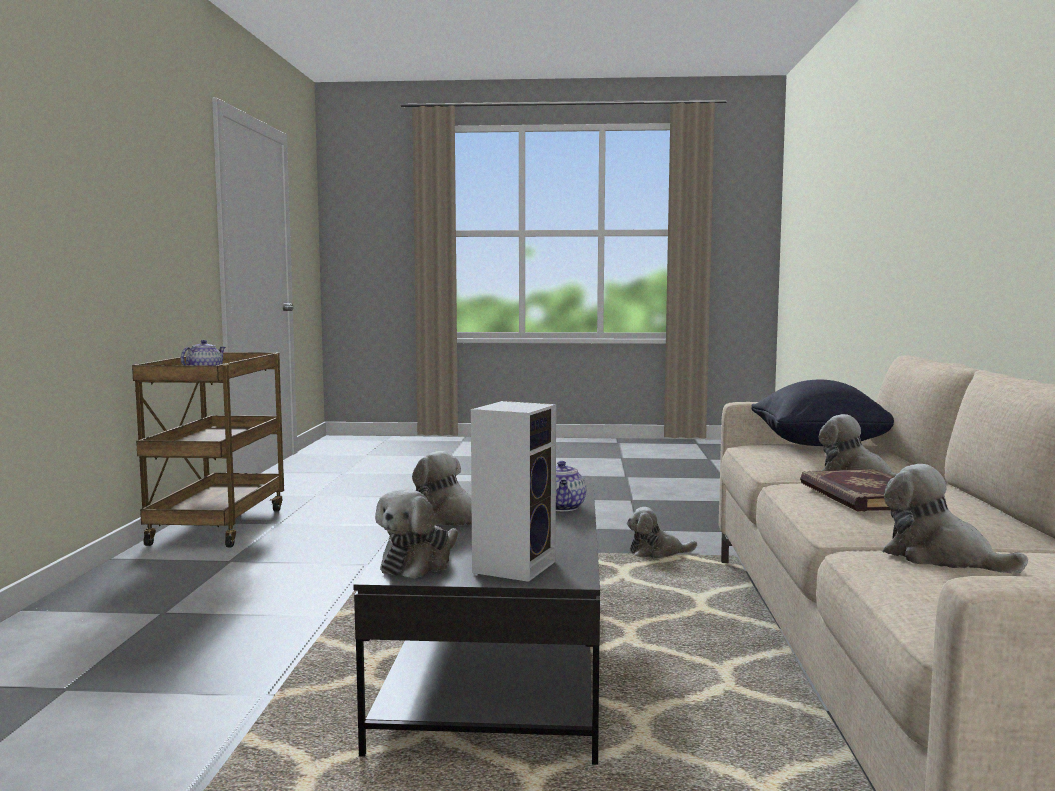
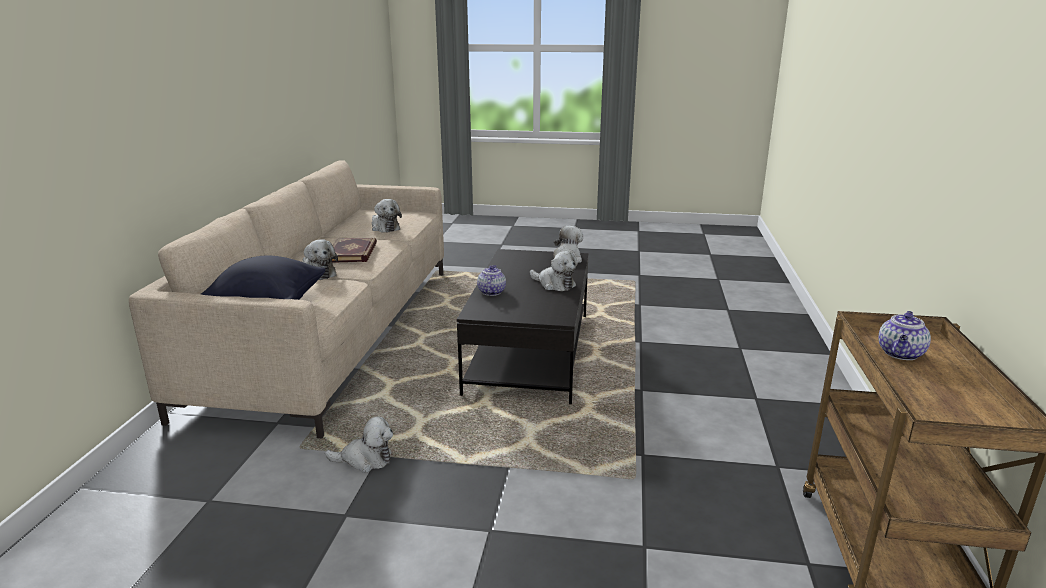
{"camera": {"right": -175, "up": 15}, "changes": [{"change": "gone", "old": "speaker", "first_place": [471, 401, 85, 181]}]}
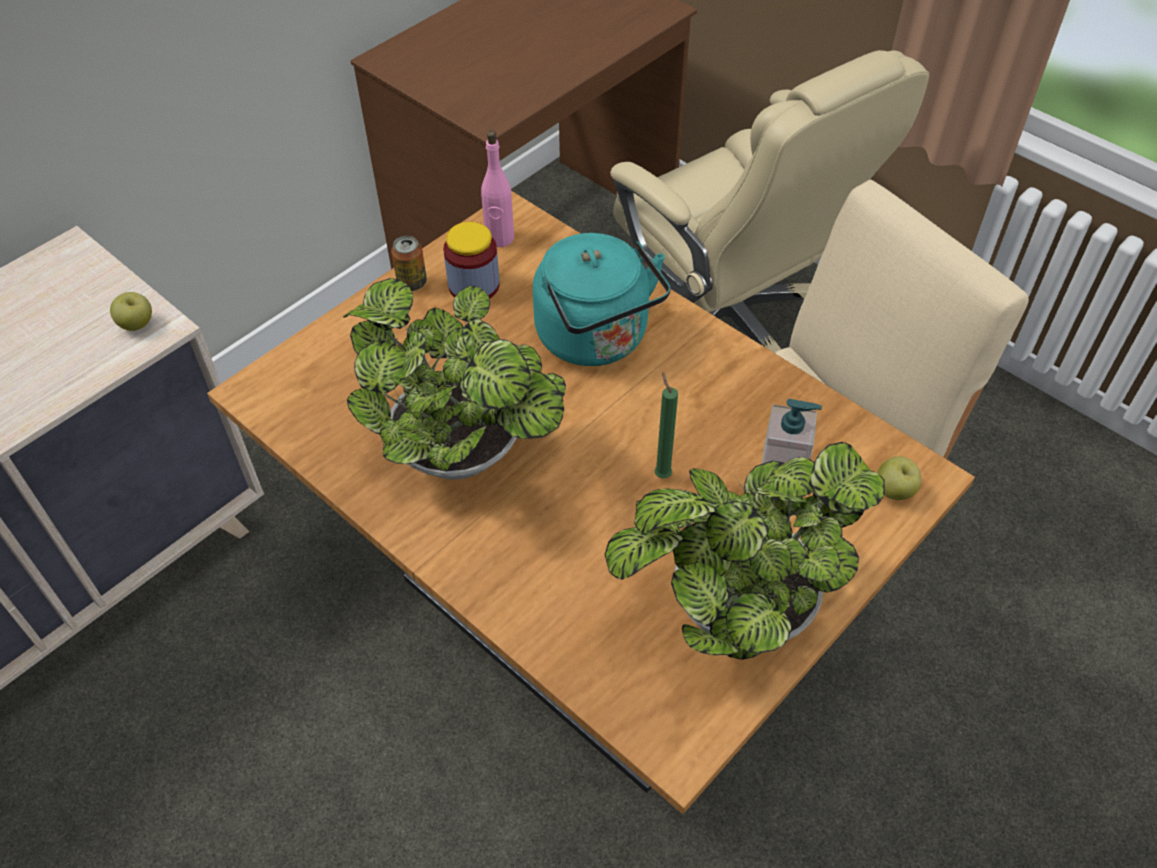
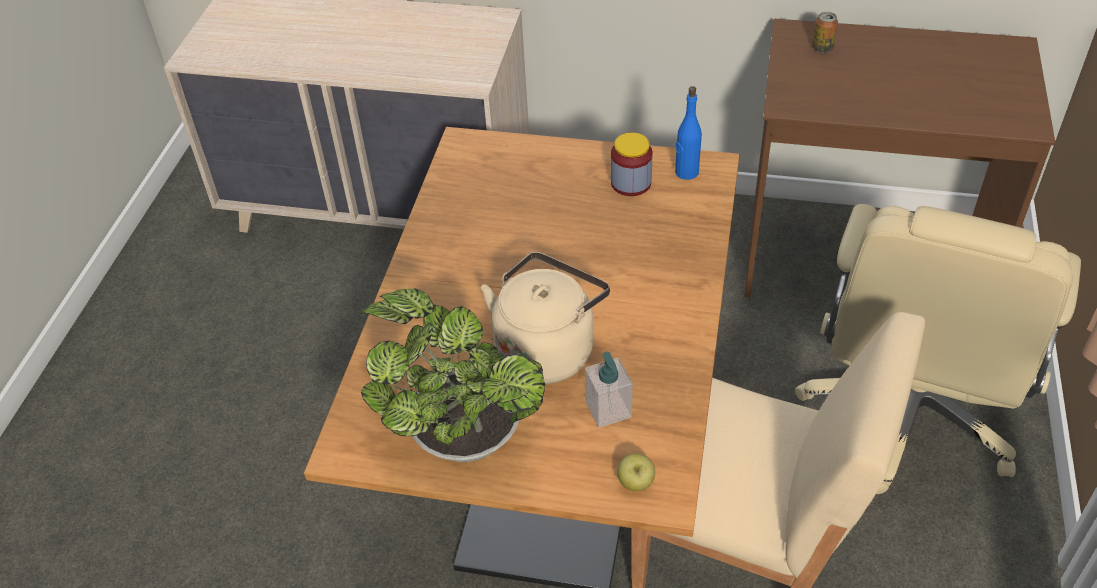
{"camera": {"right": 60, "up": -5}, "changes": [{"change": "swapped", "old": "wax candle/green", "new": "kettle/beige-coloured", "first_place": [654, 372, 24, 106], "second_place": [481, 252, 129, 132]}, {"change": "repainted", "old": "beverage bottle/pinkish", "new": "beverage bottle/blue", "first_place": [481, 130, 33, 117], "second_place": [675, 86, 27, 94]}, {"change": "shifted", "old": "sealed can", "first_place": [391, 236, 36, 55], "second_place": [812, 12, 26, 41]}, {"change": "gone", "old": "apple", "first_place": [110, 292, 42, 39]}, {"change": "gone", "old": "potted plant", "first_place": [343, 278, 223, 202]}, {"change": "gone", "old": "kettle/blue-green", "first_place": [533, 233, 138, 133]}]}
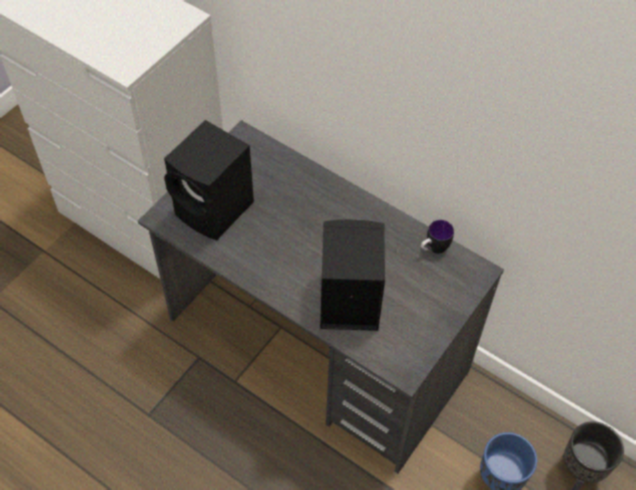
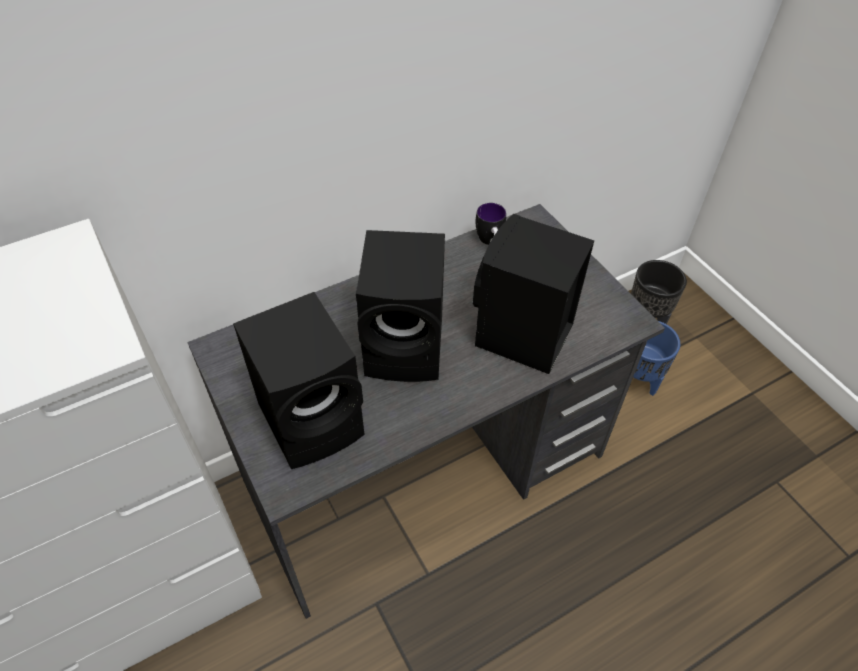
{"camera": {"right": -65, "up": -5}, "changes": [{"change": "new", "new": "speaker/blackish", "second_place": [356, 230, 89, 152]}]}
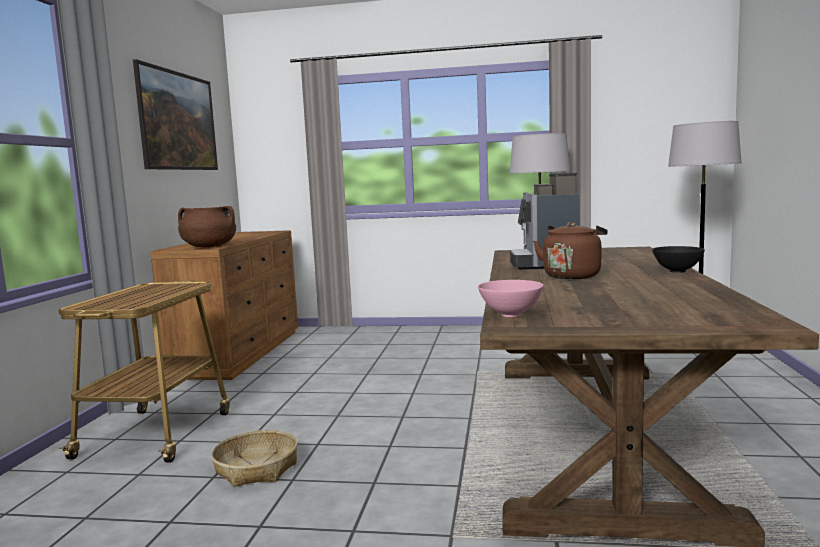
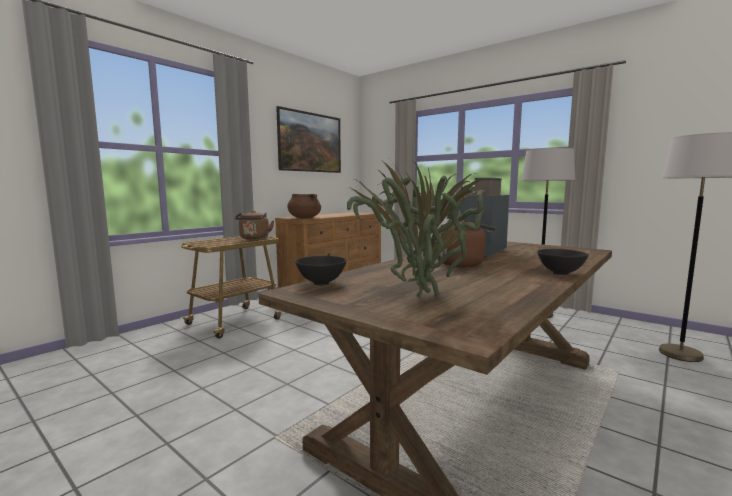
{"camera": {"right": 30, "up": 0}, "changes": [{"change": "new", "new": "kettle/brown", "second_place": [235, 210, 39, 29]}, {"change": "repainted", "old": "serving bowl/pinkish", "new": "serving bowl/blackish", "first_place": [478, 280, 66, 37], "second_place": [295, 256, 52, 29]}, {"change": "new", "new": "potted plant", "second_place": [347, 161, 140, 136]}, {"change": "gone", "old": "basket", "first_place": [211, 430, 87, 57]}]}
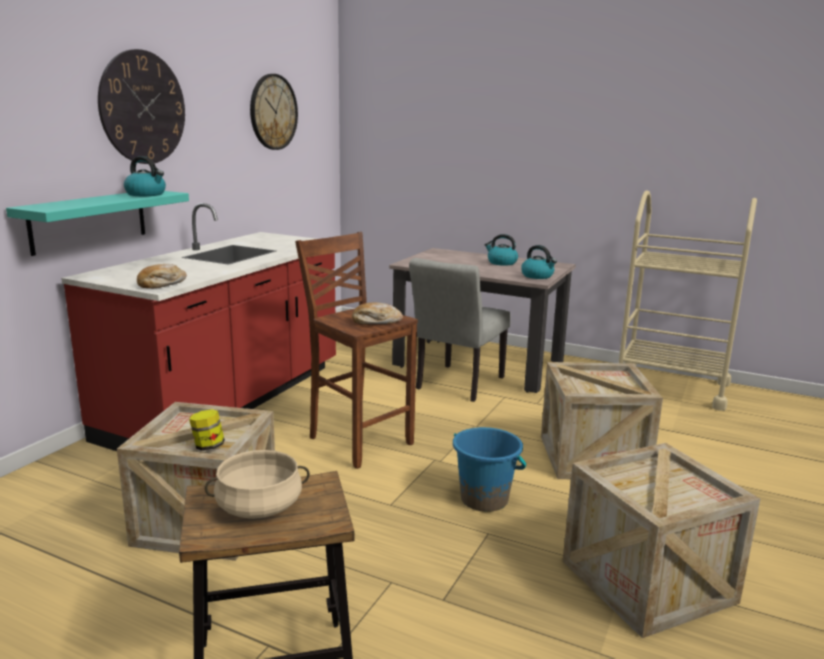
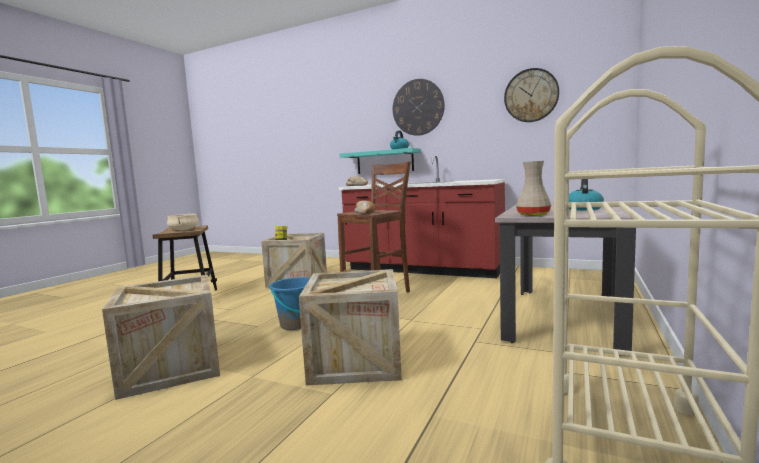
{"camera": {"right": 90, "up": -10}, "changes": [{"change": "swapped", "old": "kettle", "new": "decorative vase/beige-coloured", "first_place": [521, 245, 36, 34], "second_place": [516, 161, 35, 55]}, {"change": "gone", "old": "plain chair/greyish", "first_place": [409, 258, 102, 144]}]}
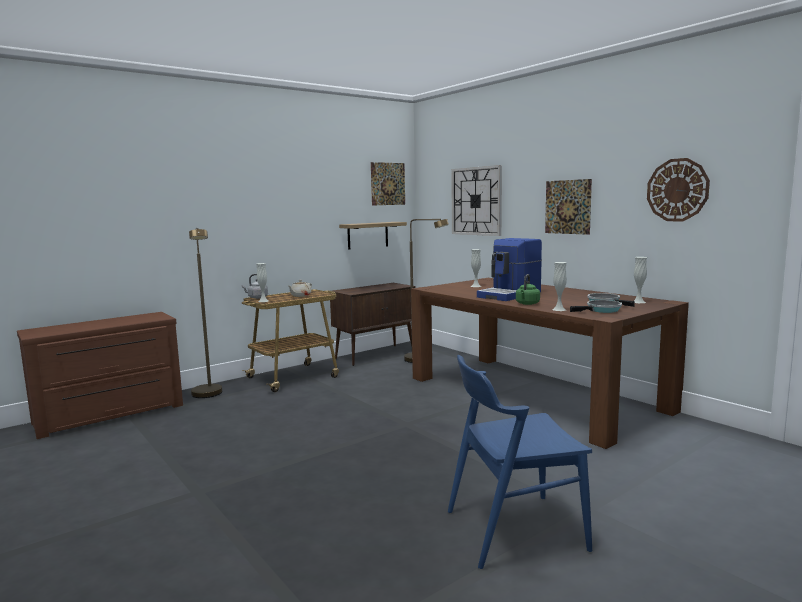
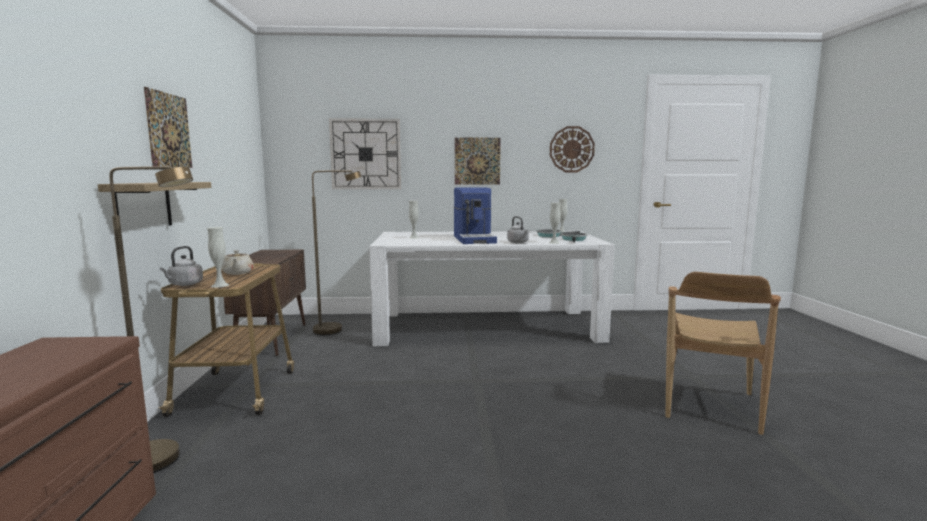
{"camera": {"right": -55, "up": 0}, "changes": [{"change": "shifted", "old": "wall shelf", "first_place": [339, 222, 68, 28], "second_place": [98, 182, 113, 44]}, {"change": "shifted", "old": "wall picture", "first_place": [371, 162, 34, 44], "second_place": [144, 87, 48, 81]}, {"change": "repainted", "old": "dinner table/brown", "new": "dinner table/whitish", "first_place": [411, 278, 278, 171], "second_place": [369, 231, 246, 115]}, {"change": "repainted", "old": "kettle/green", "new": "kettle/greyish", "first_place": [516, 274, 24, 31], "second_place": [507, 216, 22, 27]}, {"change": "repainted", "old": "plain chair/blue", "new": "plain chair/brown", "first_place": [448, 355, 144, 214], "second_place": [665, 272, 116, 163]}]}
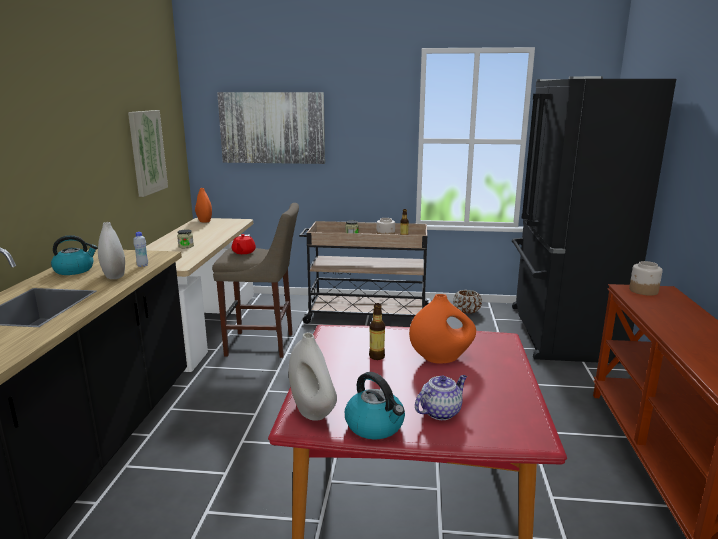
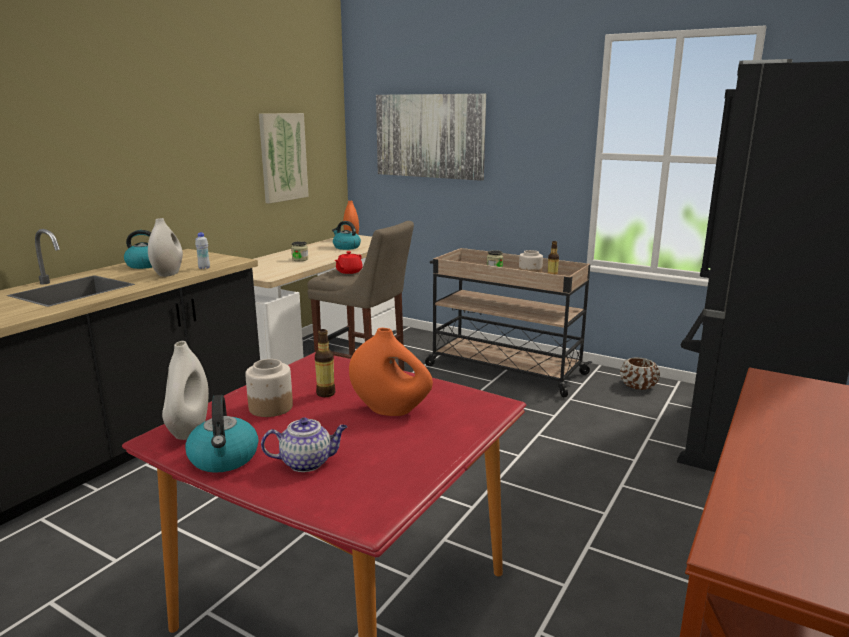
{"camera": {"right": 25, "up": 0}, "changes": [{"change": "shifted", "old": "jar", "first_place": [629, 261, 34, 35], "second_place": [245, 359, 48, 58]}, {"change": "new", "new": "kettle", "second_place": [332, 221, 29, 29]}]}
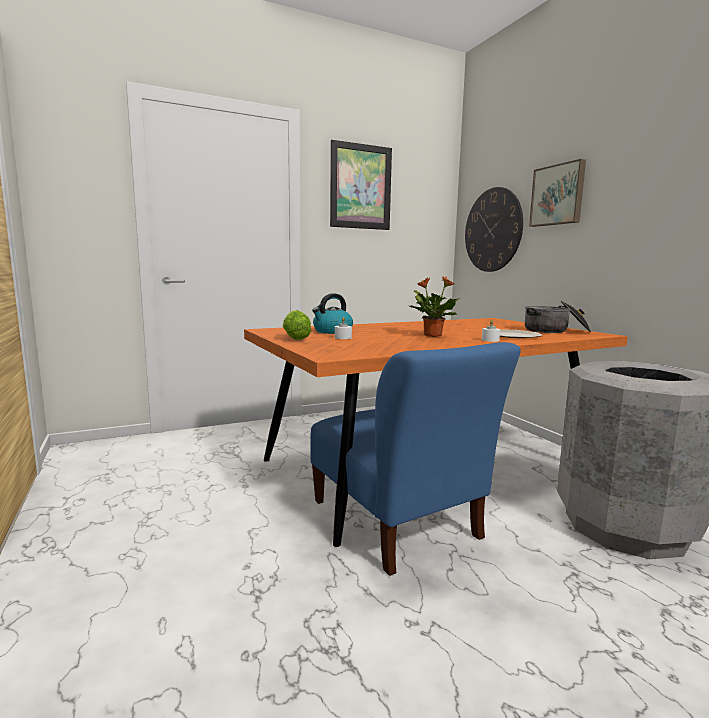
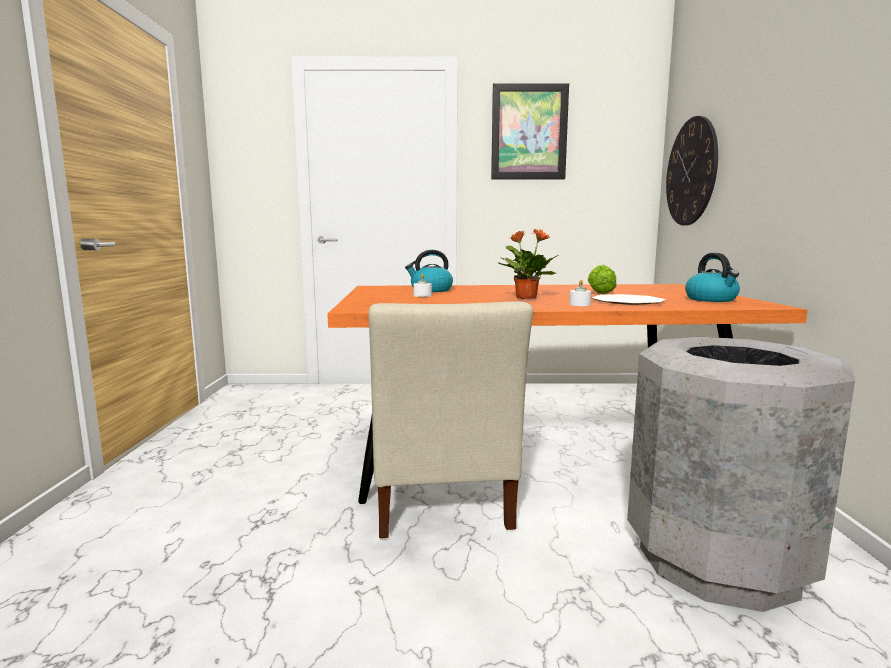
{"camera": {"right": 25, "up": 0}, "changes": [{"change": "repainted", "old": "plain chair/blue", "new": "plain chair/beige-coloured", "first_place": [310, 342, 211, 234], "second_place": [368, 301, 165, 237]}, {"change": "shifted", "old": "head of lettuce", "first_place": [283, 310, 28, 30], "second_place": [588, 265, 29, 29]}, {"change": "swapped", "old": "saucepot", "new": "kettle", "first_place": [525, 301, 66, 32], "second_place": [685, 253, 55, 49]}, {"change": "gone", "old": "wall picture", "first_place": [529, 159, 57, 68]}]}
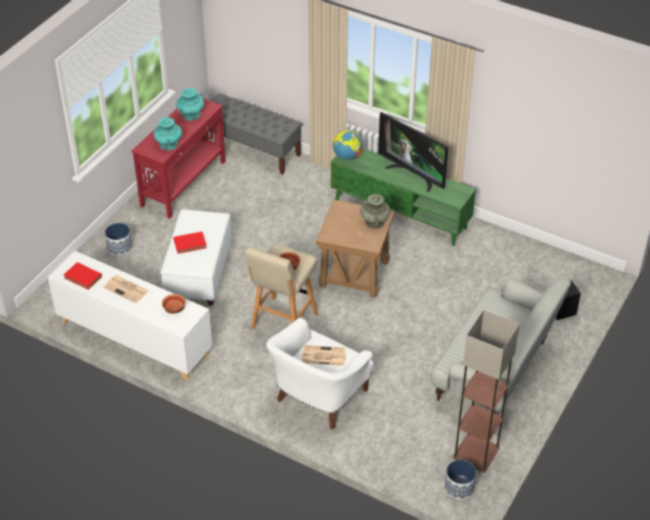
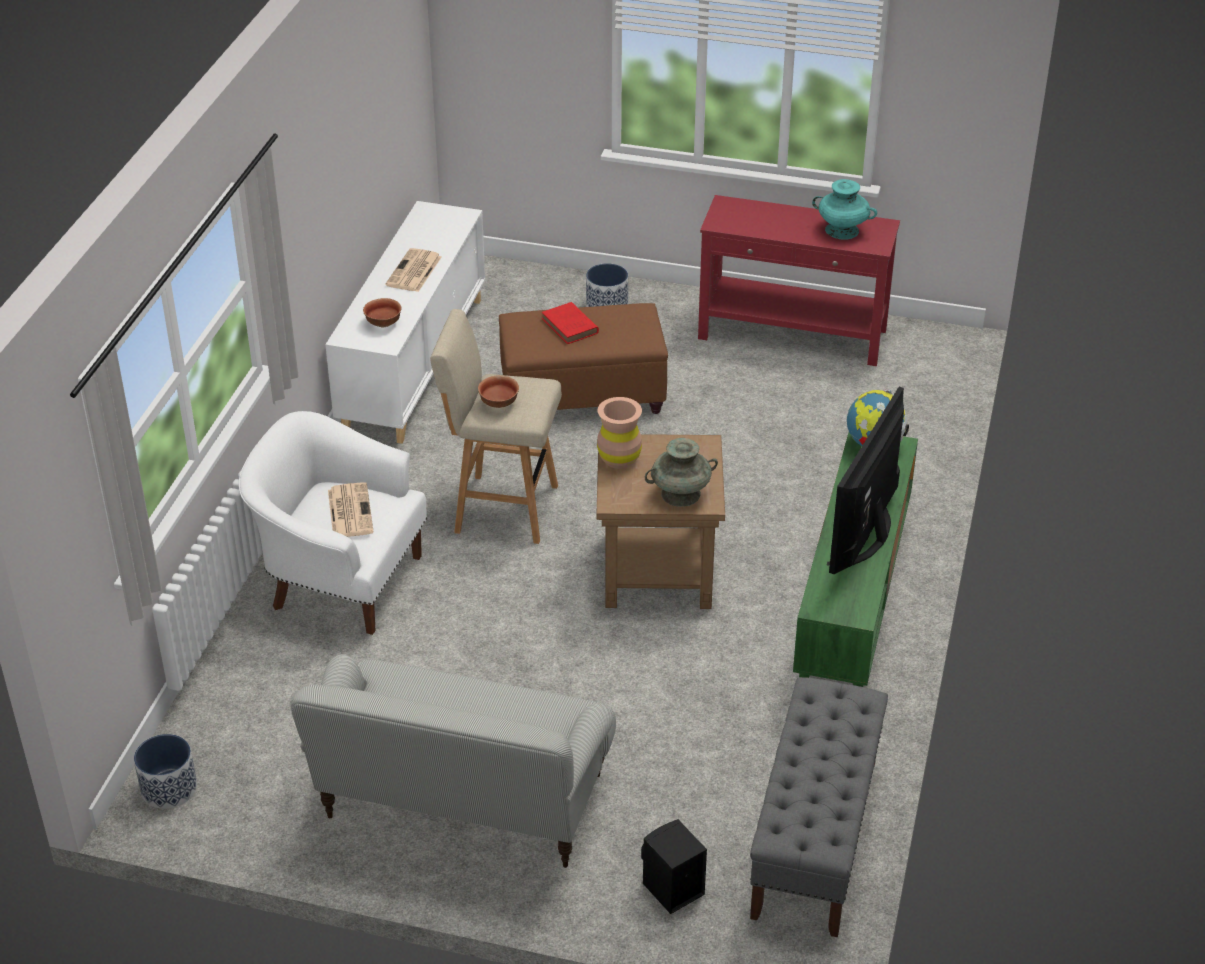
{"camera": {"right": 75, "up": -5}, "changes": [{"change": "repainted", "old": "footrest/whitish", "new": "footrest/brown", "first_place": [160, 209, 71, 97], "second_place": [499, 303, 169, 111]}, {"change": "new", "new": "decorative vase/brown", "second_place": [597, 397, 45, 72]}, {"change": "shifted", "old": "bench/greyish", "first_place": [203, 93, 99, 82], "second_place": [750, 677, 138, 260]}, {"change": "gone", "old": "bound book/red-coloured", "first_place": [64, 262, 38, 28]}, {"change": "gone", "old": "decorative vase/blue-green", "first_place": [154, 117, 28, 33]}, {"change": "gone", "old": "standard lamp", "first_place": [453, 310, 67, 162]}]}
